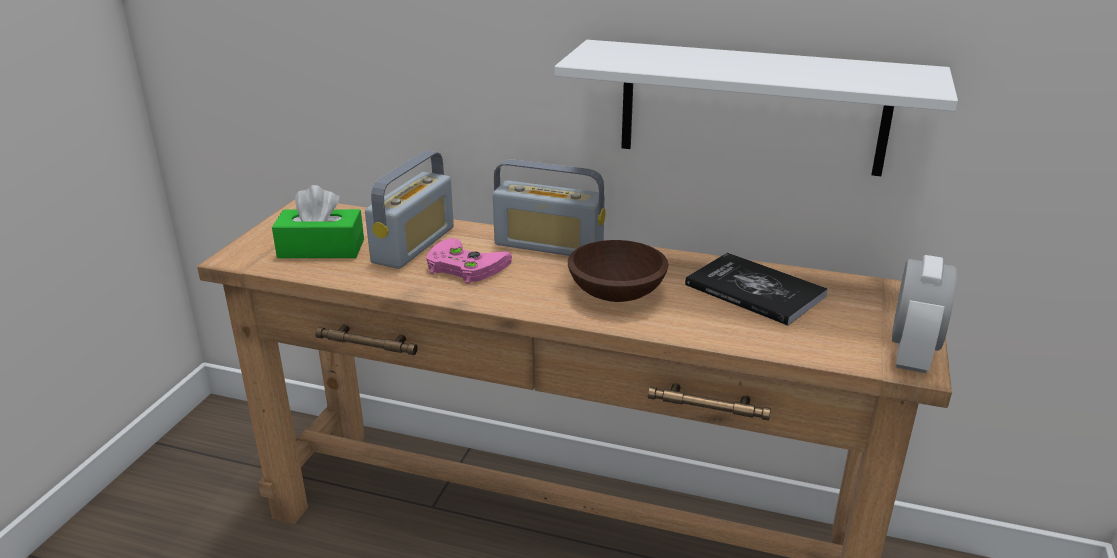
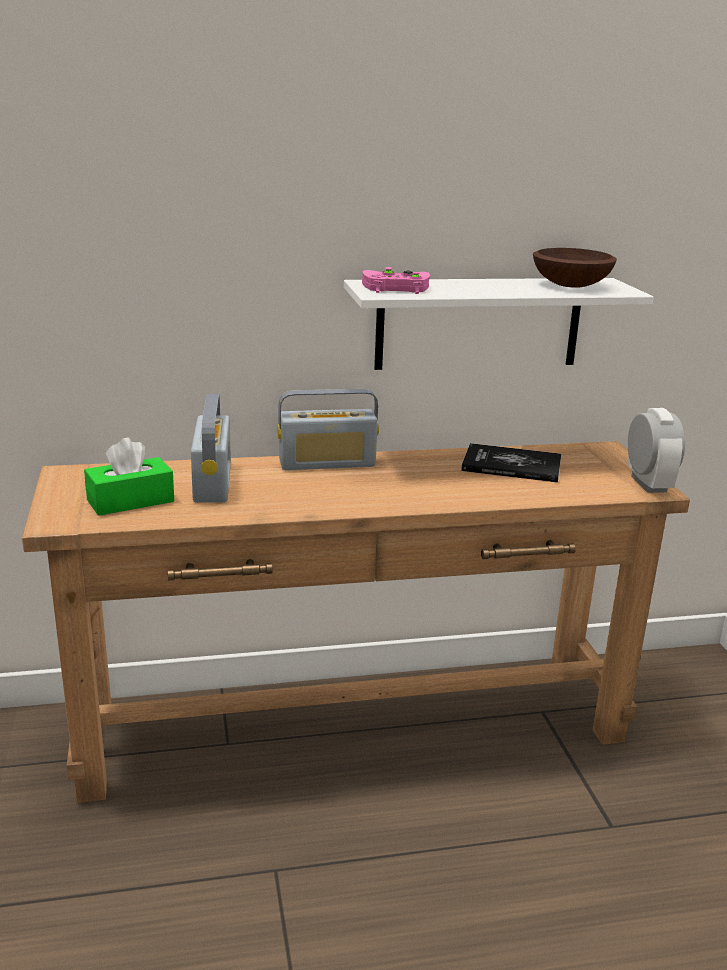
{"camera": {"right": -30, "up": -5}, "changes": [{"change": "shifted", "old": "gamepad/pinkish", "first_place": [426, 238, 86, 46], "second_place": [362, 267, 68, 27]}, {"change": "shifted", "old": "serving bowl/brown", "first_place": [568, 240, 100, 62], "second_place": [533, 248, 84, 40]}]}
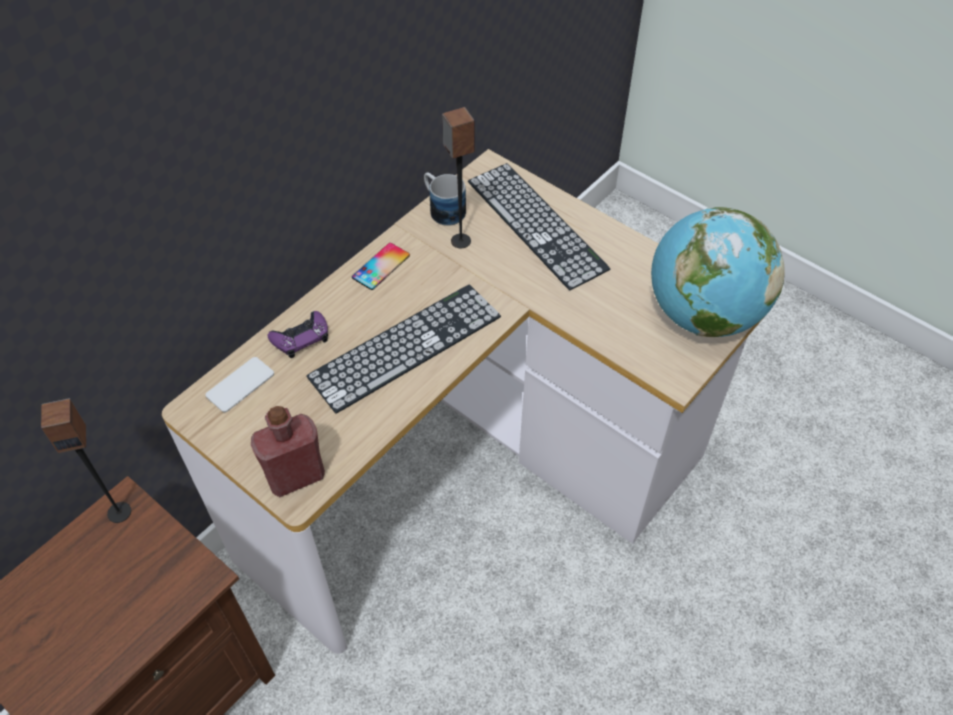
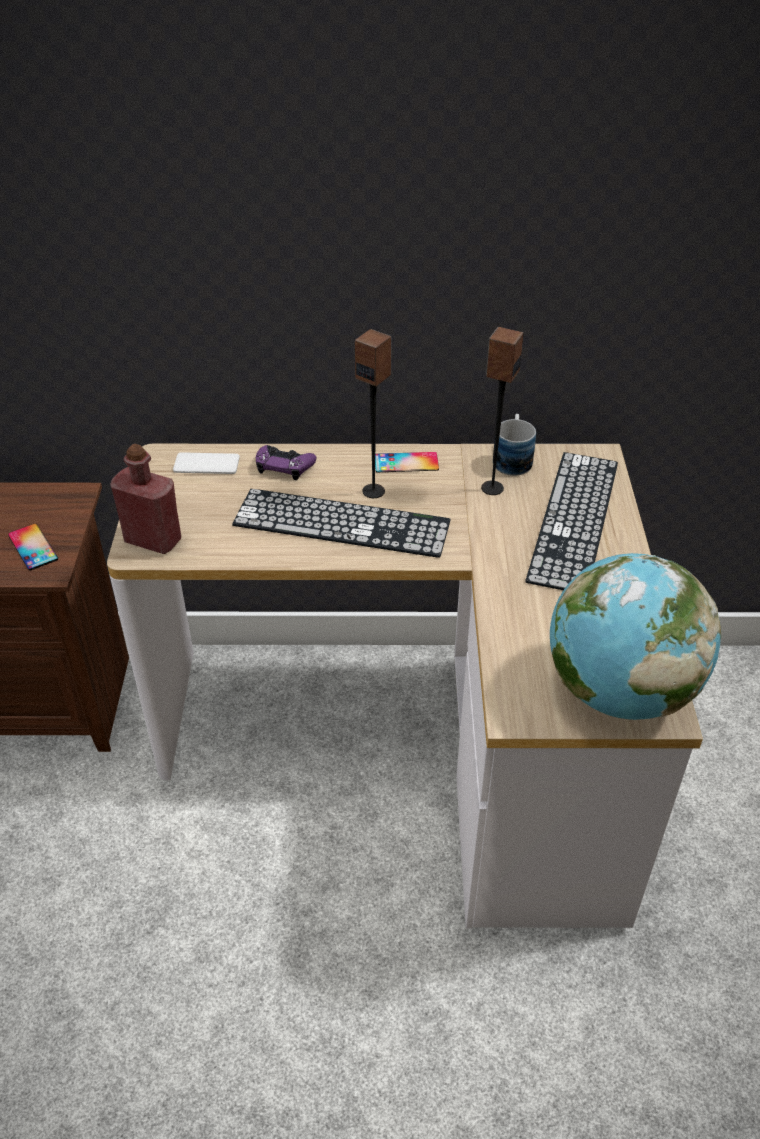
{"camera": {"right": 50, "up": -10}, "changes": [{"change": "new", "new": "phone", "second_place": [8, 523, 50, 47]}, {"change": "shifted", "old": "speaker", "first_place": [41, 398, 90, 125], "second_place": [355, 329, 37, 169]}]}
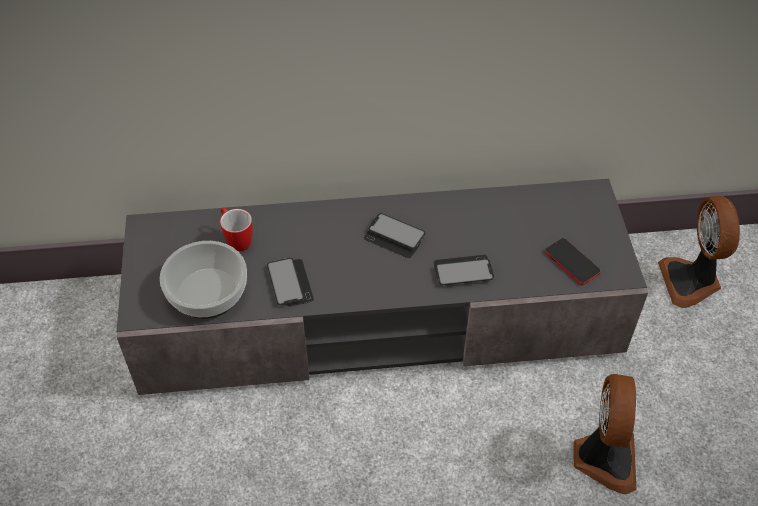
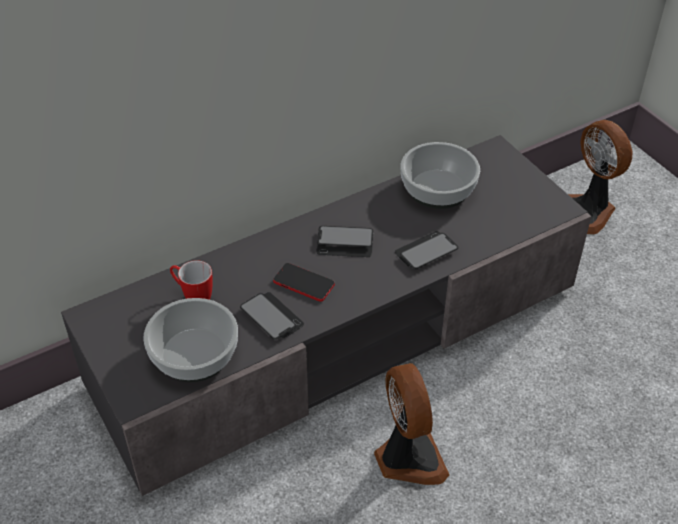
{"camera": {"right": -25, "up": -5}, "changes": [{"change": "shifted", "old": "phone", "first_place": [545, 238, 56, 47], "second_place": [273, 263, 62, 39]}, {"change": "shifted", "old": "electric fan", "first_place": [574, 374, 63, 120], "second_place": [374, 363, 75, 122]}, {"change": "new", "new": "serving bowl", "second_place": [400, 142, 80, 67]}]}
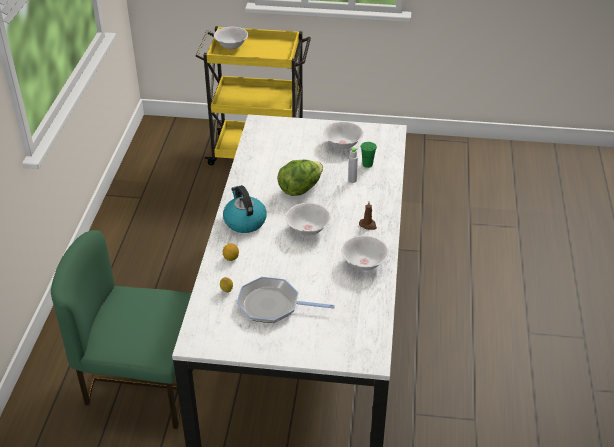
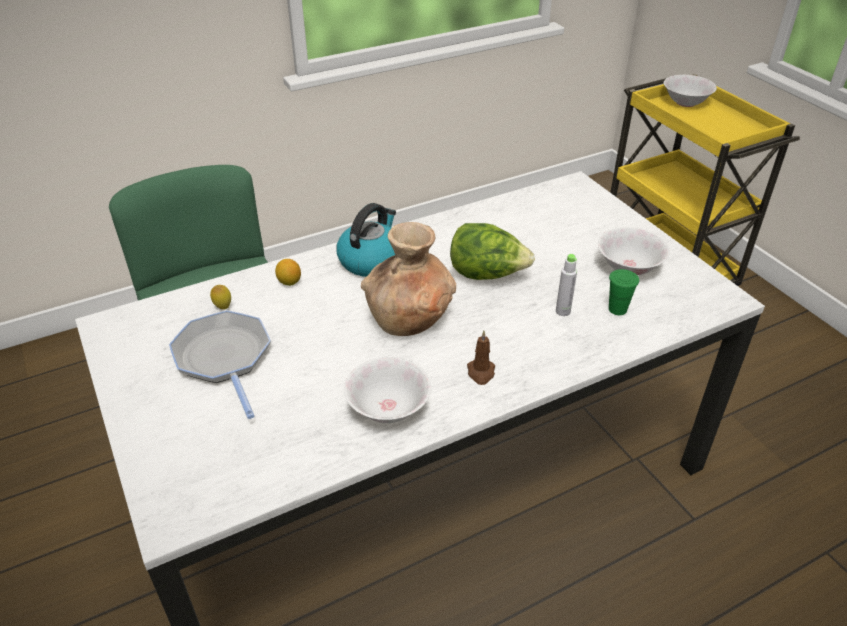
{"camera": {"right": 55, "up": 0}, "changes": [{"change": "swapped", "old": "serving bowl/whitish", "new": "decorative vase/brown", "first_place": [285, 203, 46, 33], "second_place": [361, 222, 95, 114]}]}
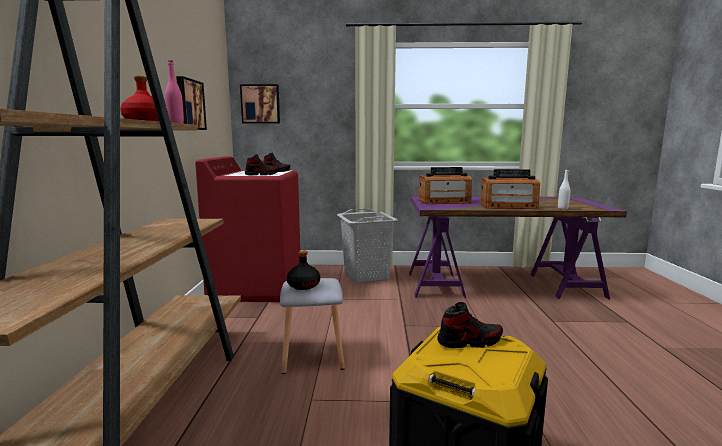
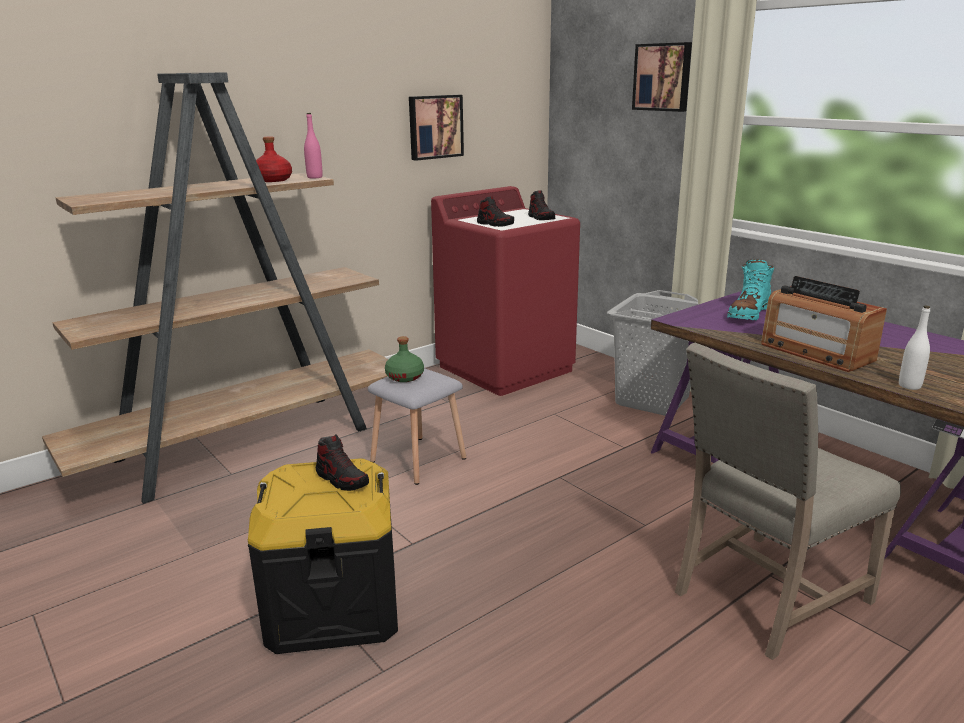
{"camera": {"right": 50, "up": 10}, "changes": [{"change": "repainted", "old": "beverage bottle/blackish", "new": "beverage bottle/green", "first_place": [287, 251, 33, 39], "second_place": [385, 336, 39, 46]}, {"change": "shifted", "old": "wall picture", "first_place": [240, 84, 40, 39], "second_place": [632, 42, 60, 70]}, {"change": "new", "new": "plain chair/beige-coloured", "second_place": [675, 343, 226, 317]}, {"change": "swapped", "old": "radio set", "new": "tall boot/blue-green", "first_place": [419, 167, 53, 37], "second_place": [727, 259, 47, 62]}]}
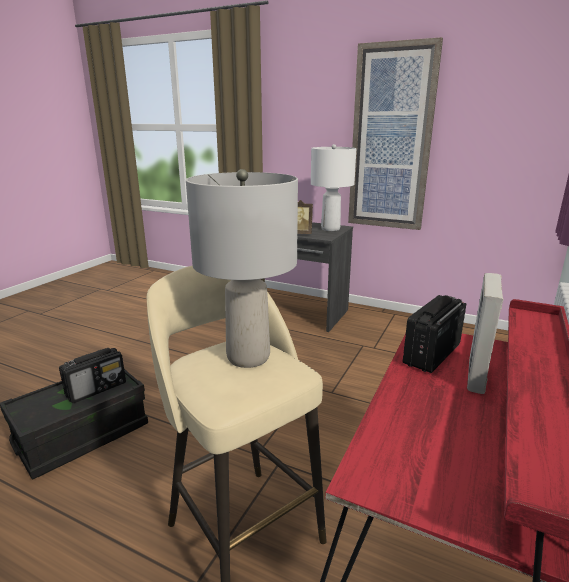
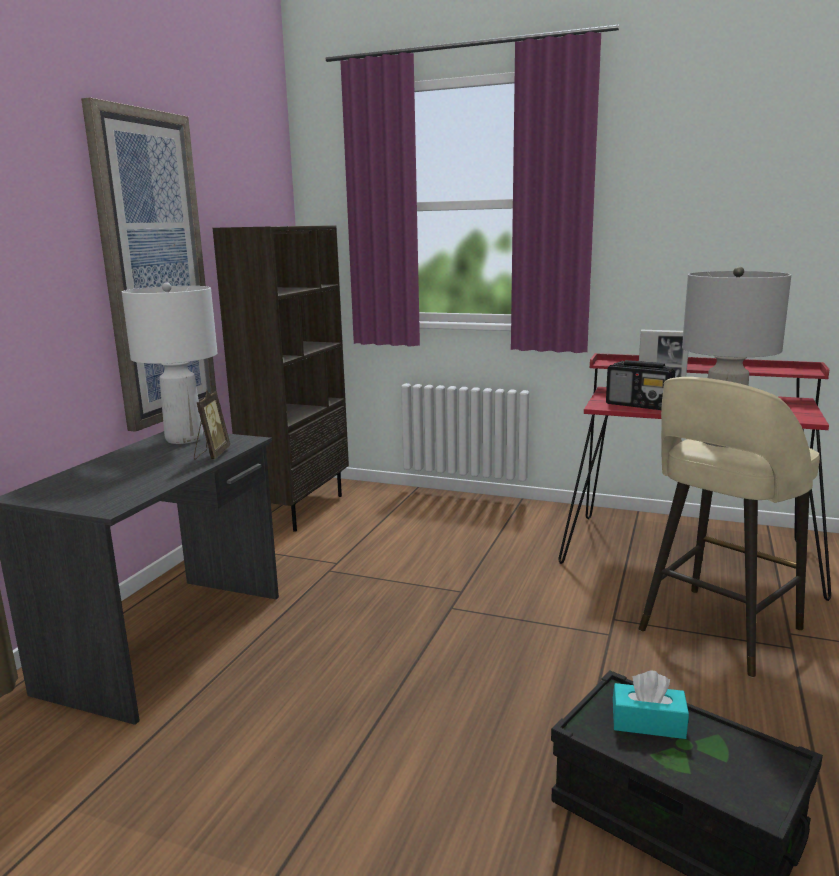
{"camera": {"right": -95, "up": -5}, "changes": [{"change": "new", "new": "bookcase/brown", "second_place": [213, 225, 136, 307]}, {"change": "swapped", "old": "radio set", "new": "tissue holder/blue-green", "first_place": [59, 348, 67, 55], "second_place": [613, 671, 76, 68]}]}
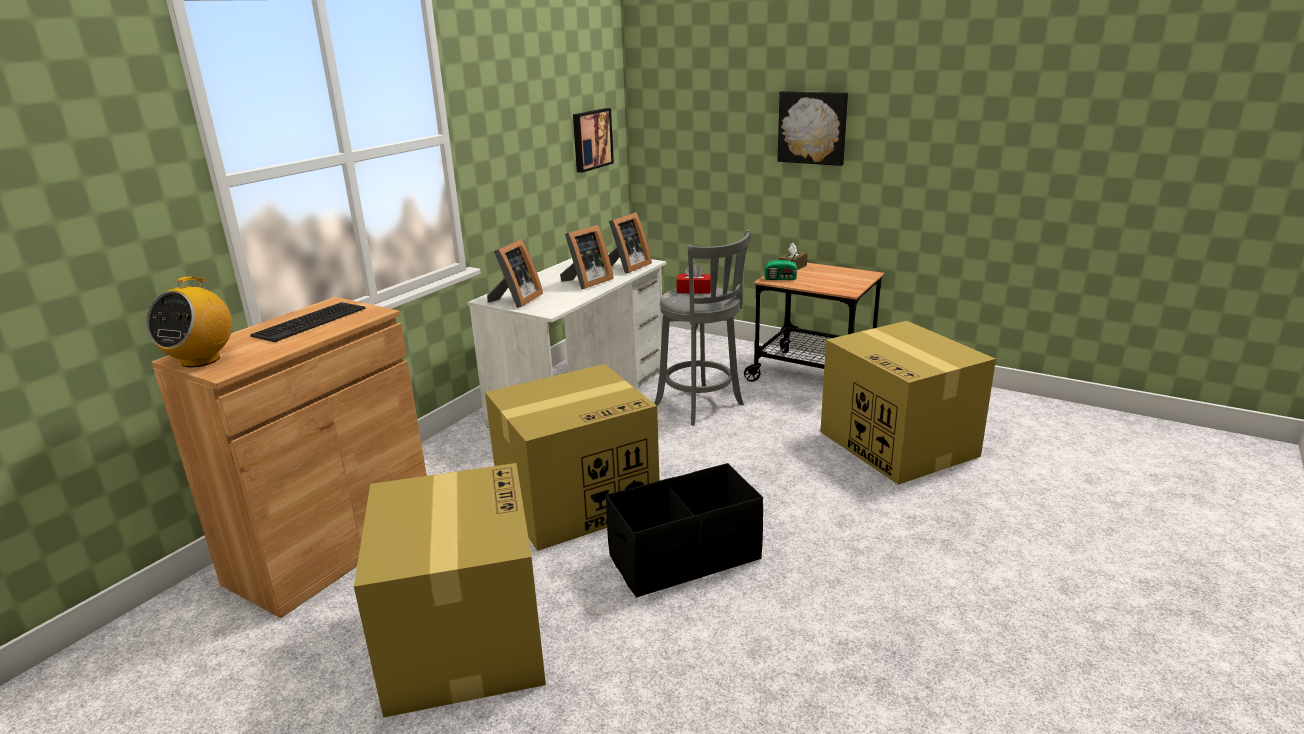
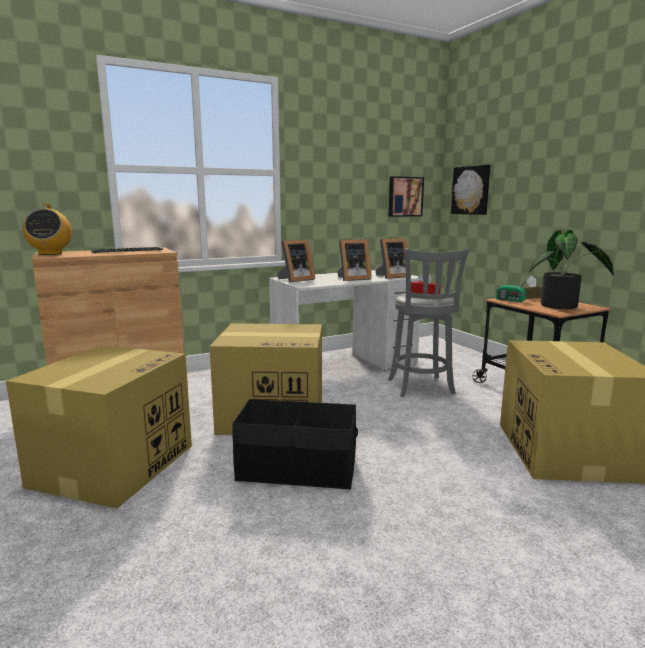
{"camera": {"right": 30, "up": -10}, "changes": [{"change": "rotated", "old": "radio set", "first_place": [146, 277, 86, 90], "second_place": [23, 203, 49, 52], "degrees": -60}, {"change": "shifted", "old": "wall picture", "first_place": [777, 91, 71, 75], "second_place": [451, 165, 39, 50]}, {"change": "new", "new": "potted plant", "second_place": [529, 230, 85, 79]}]}
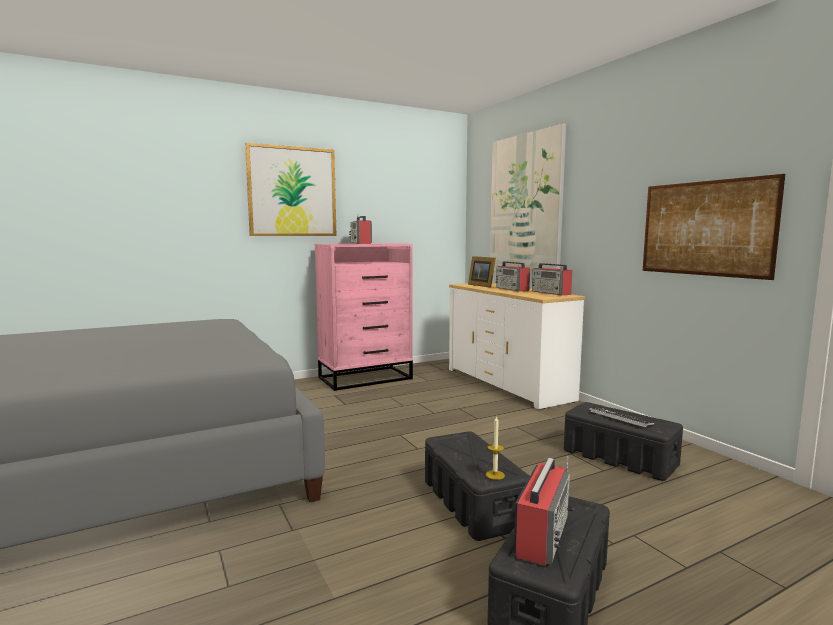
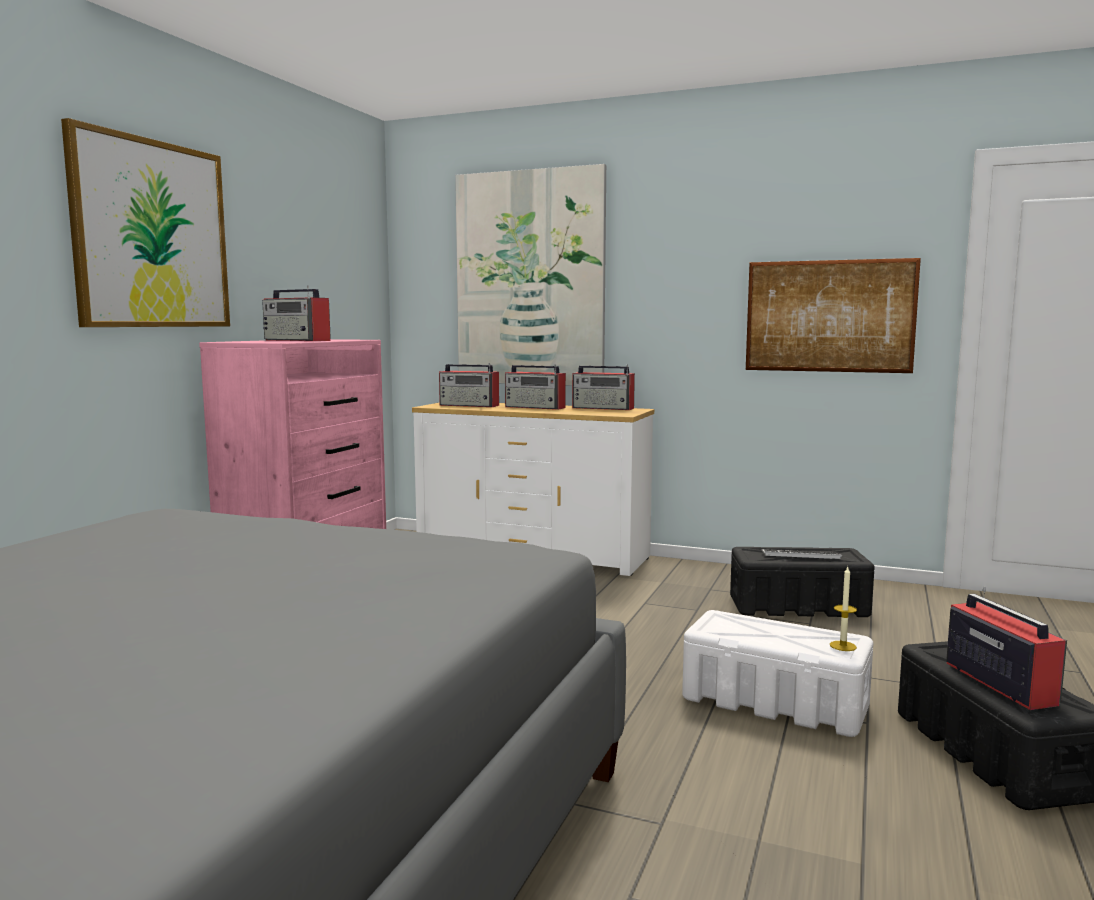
{"camera": {"right": -40, "up": 0}, "changes": [{"change": "swapped", "old": "photo frame", "new": "radio set", "first_place": [468, 256, 28, 31], "second_place": [439, 363, 60, 44]}, {"change": "repainted", "old": "storage box/blackish", "new": "storage box/whitish", "first_place": [425, 431, 105, 110], "second_place": [682, 610, 191, 127]}]}
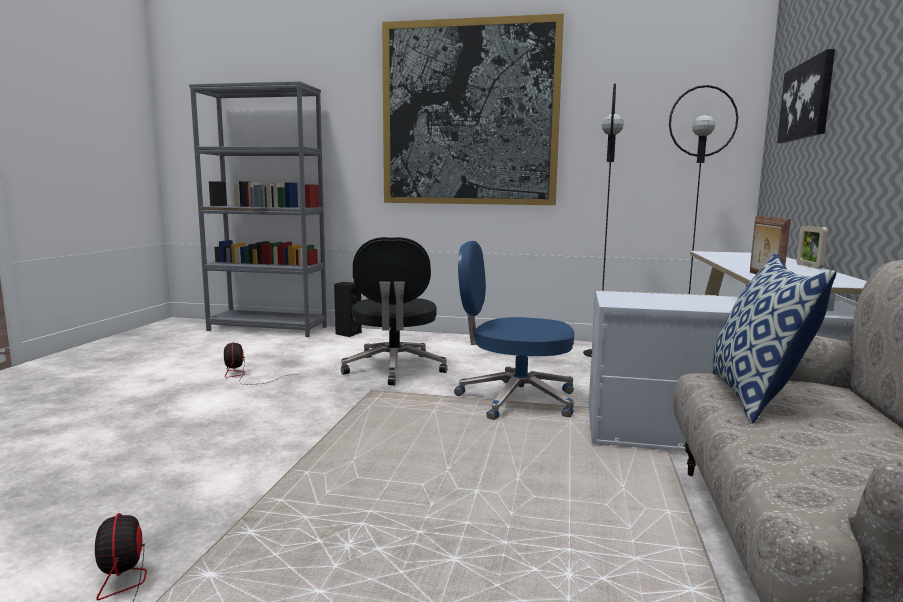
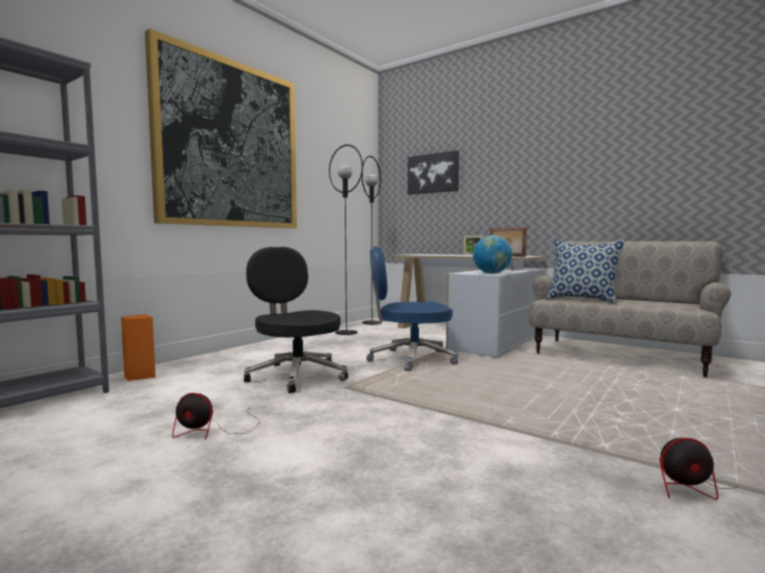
{"camera": {"right": -65, "up": -5}, "changes": [{"change": "repainted", "old": "speaker/blackish", "new": "speaker/orange", "first_place": [334, 282, 28, 55], "second_place": [121, 314, 35, 67]}, {"change": "rotated", "old": "office chair/blackish", "first_place": [341, 237, 107, 148], "second_place": [244, 247, 104, 146], "degrees": -150}, {"change": "rotated", "old": "office chair/blue", "first_place": [454, 241, 120, 179], "second_place": [366, 247, 92, 124], "degrees": 45}, {"change": "new", "new": "world globe", "second_place": [473, 235, 39, 39]}]}
